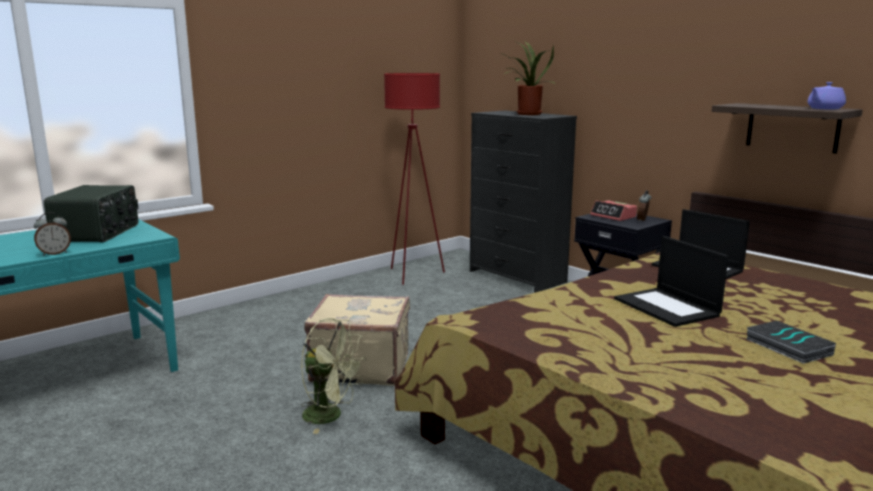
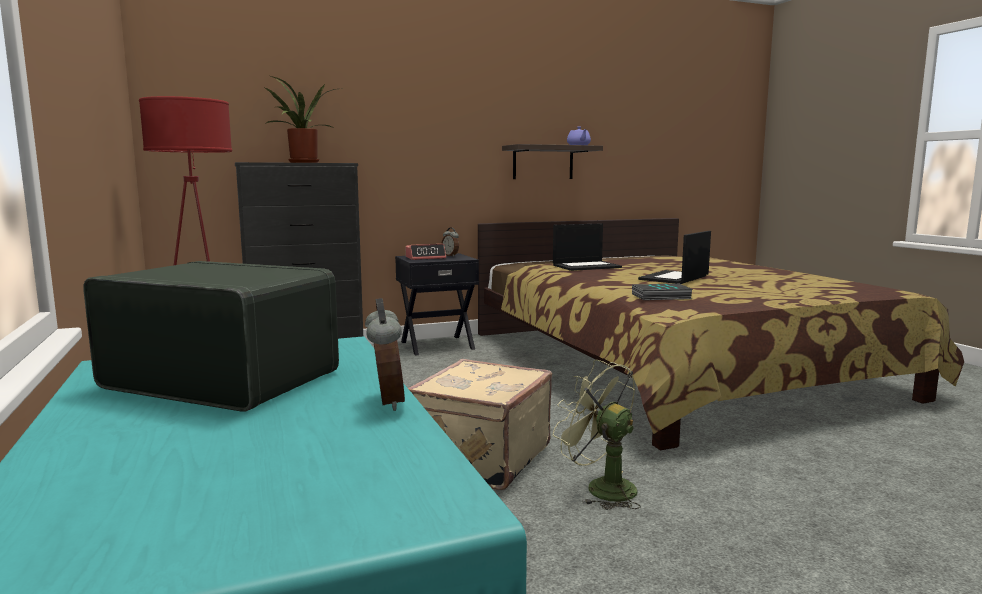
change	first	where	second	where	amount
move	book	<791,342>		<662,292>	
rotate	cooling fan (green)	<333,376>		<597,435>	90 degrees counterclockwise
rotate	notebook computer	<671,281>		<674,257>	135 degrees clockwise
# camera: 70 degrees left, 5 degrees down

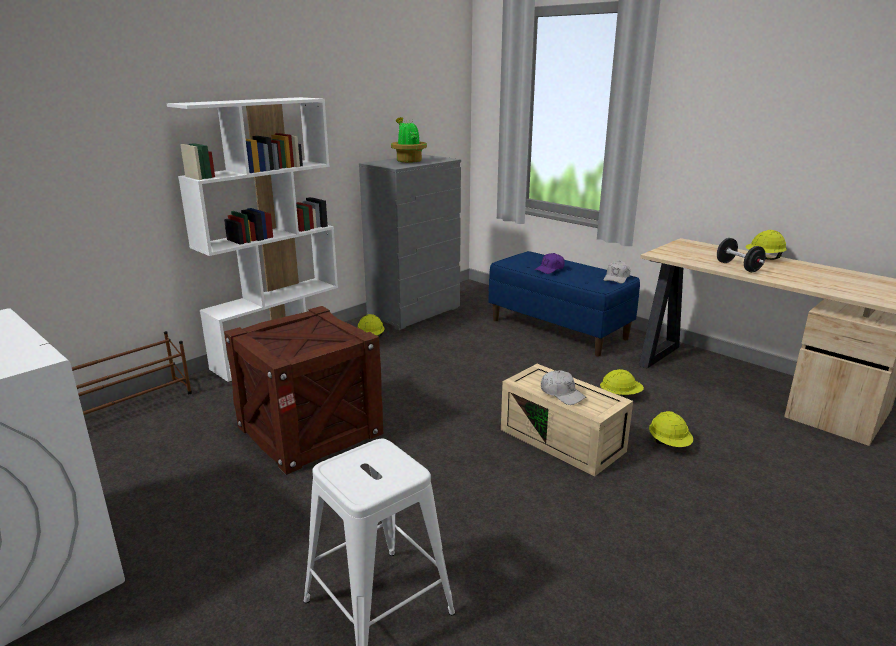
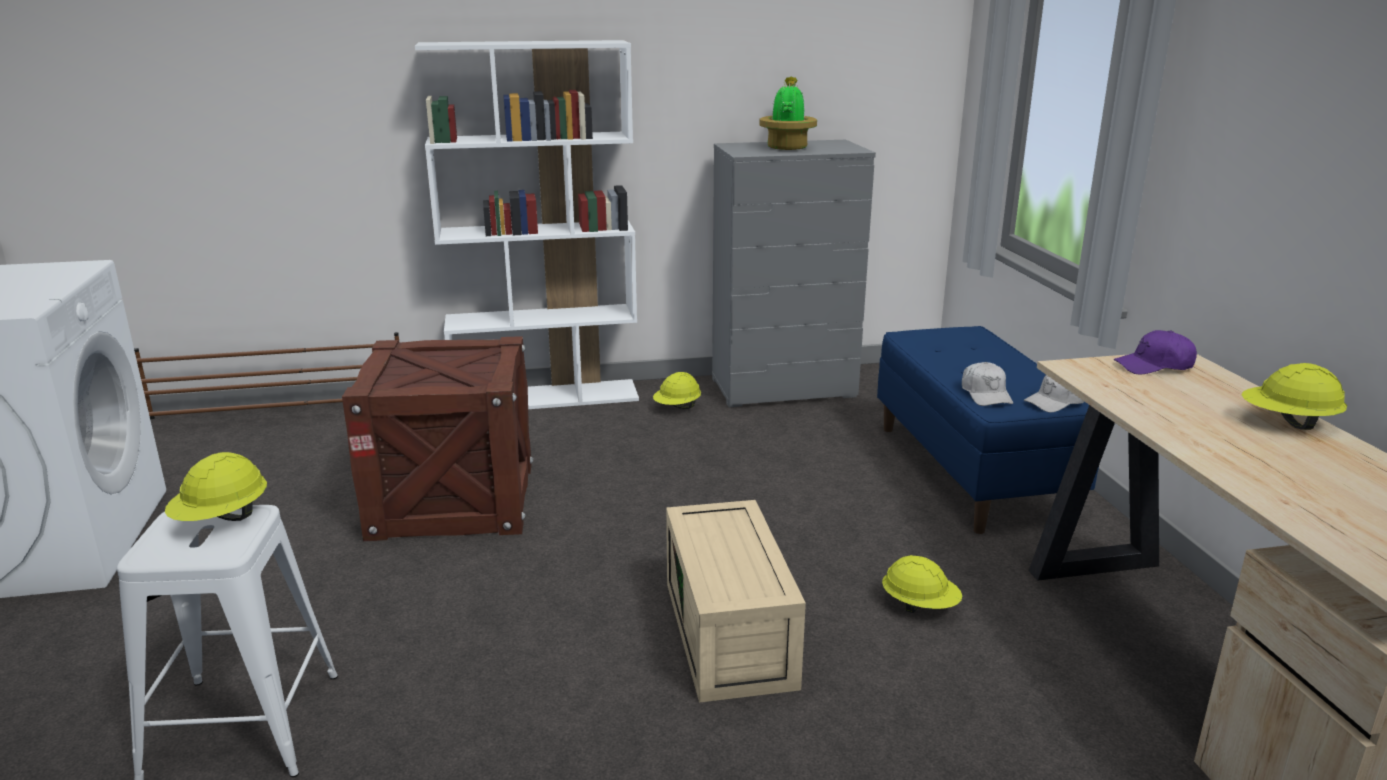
change	first	where	second	where	amount
delete	dumbbell (black-coloured)	<741,255>			
move	peaked cap (purple)	<550,263>		<1155,352>	
move	peaked cap (white-coloured)	<563,387>		<987,384>	
move	work helmet (yellowish)	<671,429>		<216,486>	
# camera: 35 degrees right, 0 degrees up

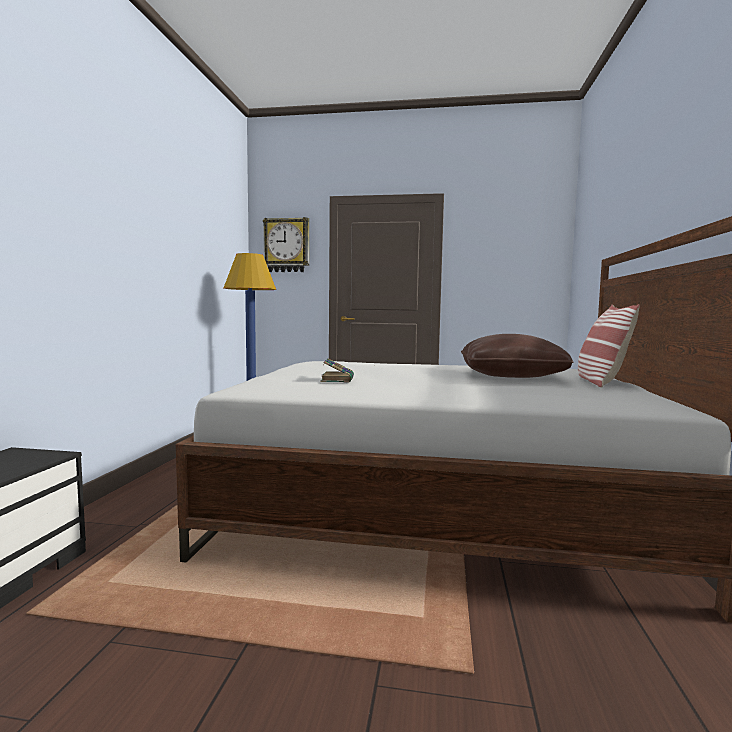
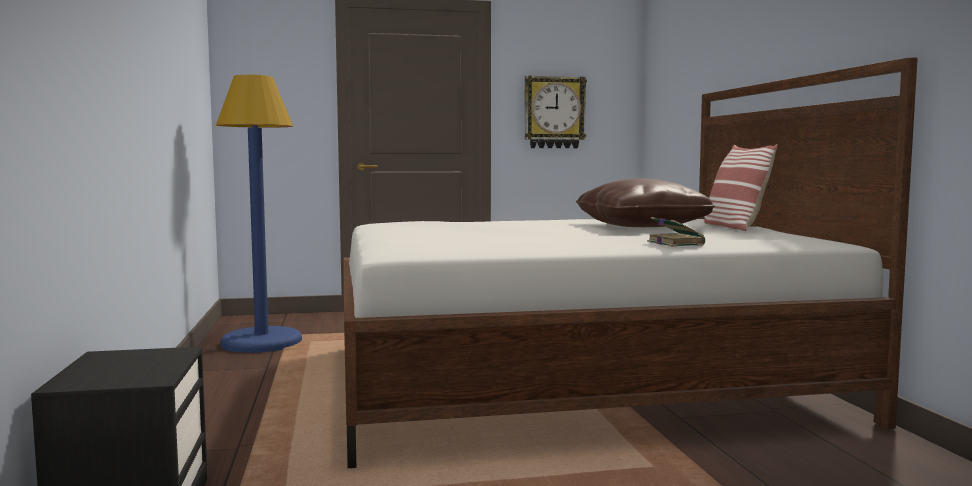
change	first	where	second	where	amount
move	clock on the wall	<286,244>		<555,112>	
move	book	<337,370>		<676,232>	
# camera: 20 degrees left, 0 degrees up

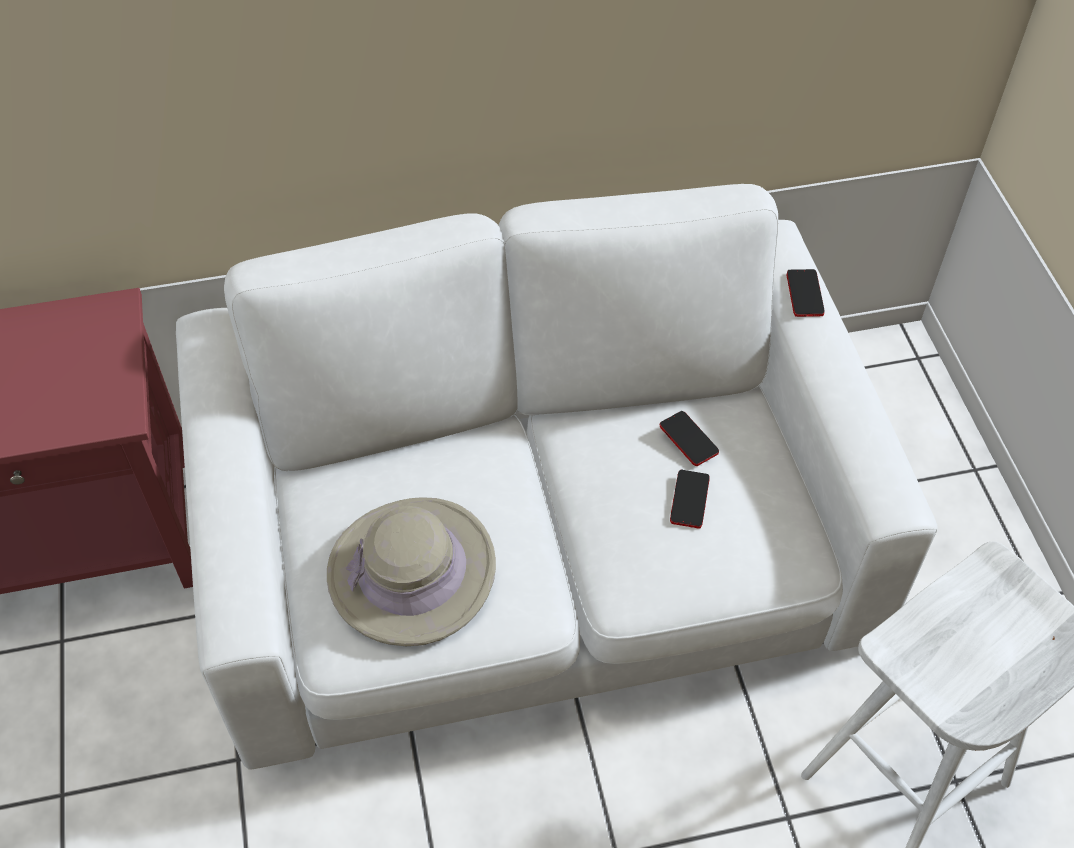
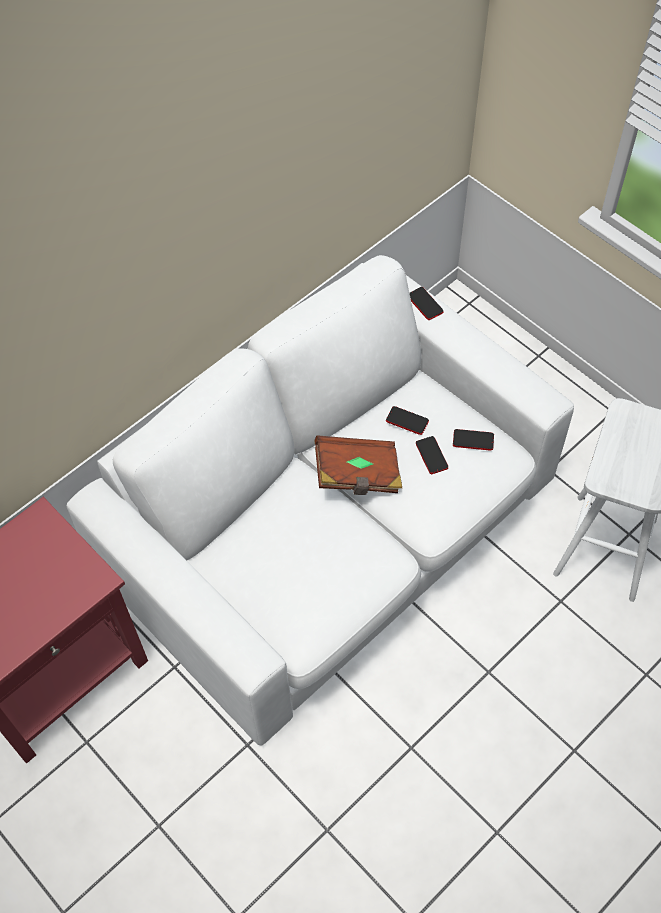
change	first	where	second	where	amount
delete	clothing hat (beige)	<411,571>			
insert			book (brown-coloured)	<358,465>	
insert			handset	<473,440>	
# camera: 30 degrees left, 5 degrees up

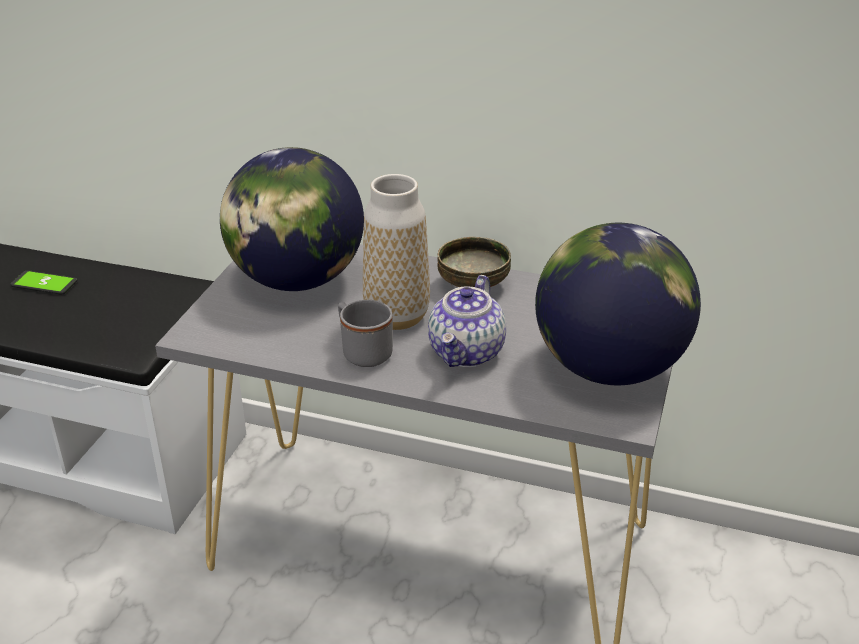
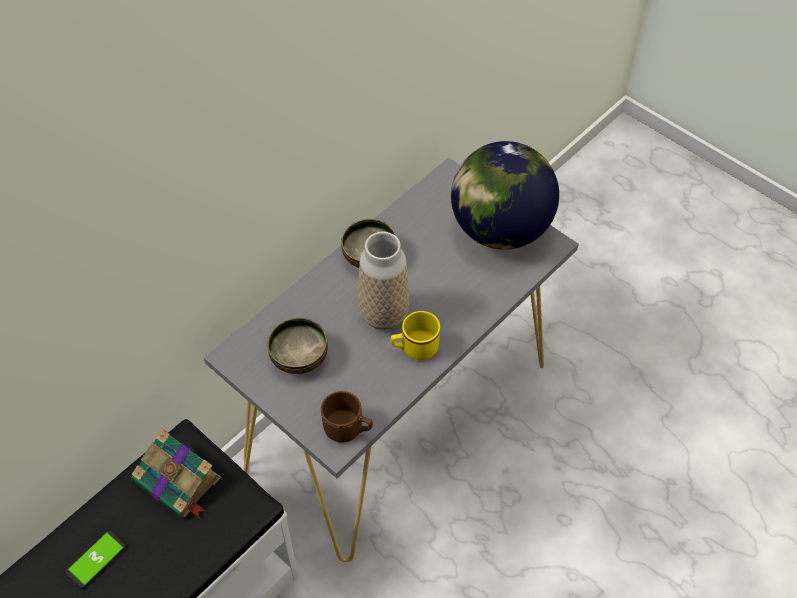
change	first	where	second	where	amount
delete	teapot	<467,321>			
insert			book	<176,473>	
insert			mug (brown-coloured)	<347,416>	
replace	globe	<292,219>	deep dish	<297,345>	
recolor	mug (grey)	<365,333>	mug (yellowish)	<415,335>	
# camera: 65 degrees left, 20 degrees up

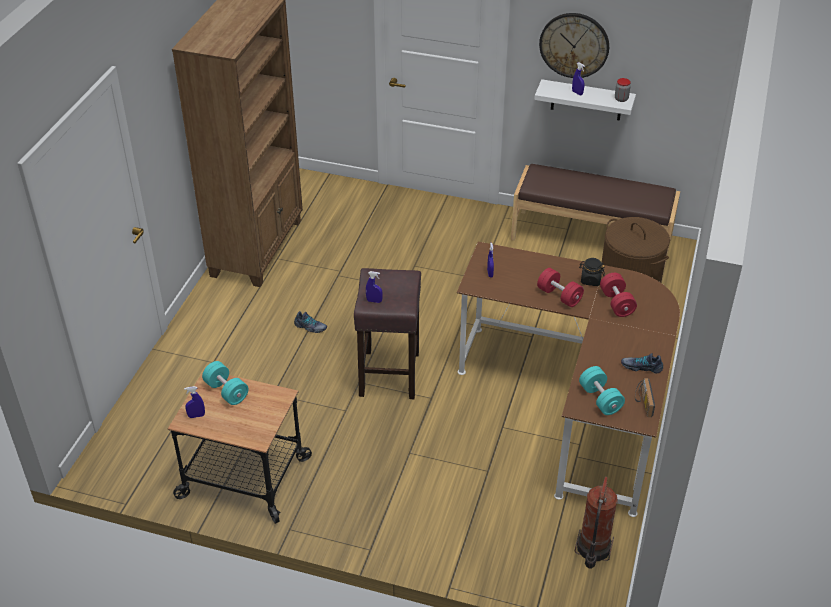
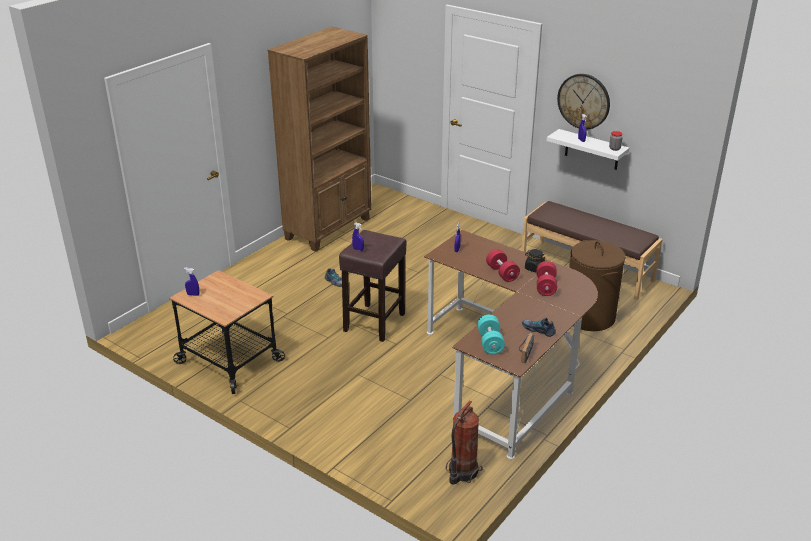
change	first	where	second	where	amount
delete	dumbbell (turquoise-coloured)	<225,383>			
# camera: 20 degrees right, 10 degrees down

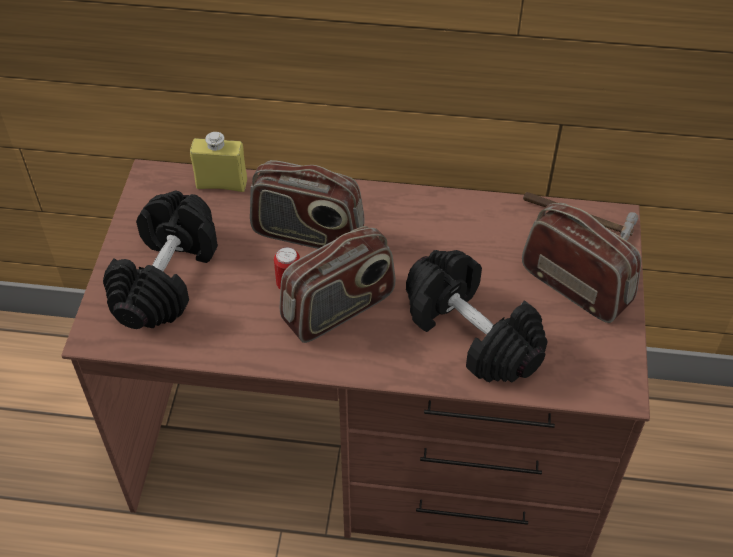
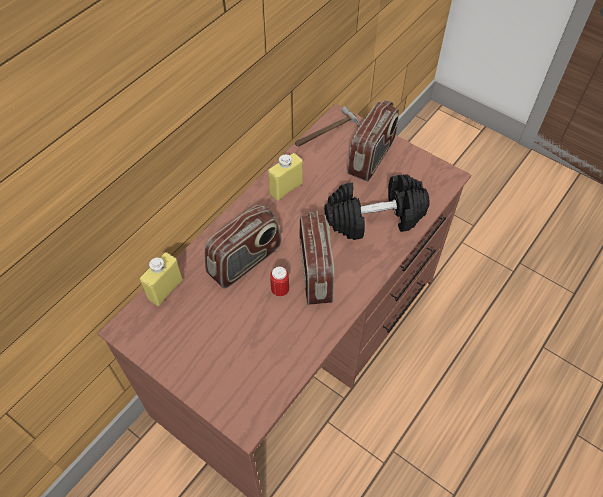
change	first	where	second	where	amount
delete	dumbbell (black-coloured)	<160,260>			
insert			bottle (yellowish)	<285,177>	
rotate	radio receiver	<581,262>		<373,141>	135 degrees clockwise
# camera: 60 degrees left, 5 degrees up

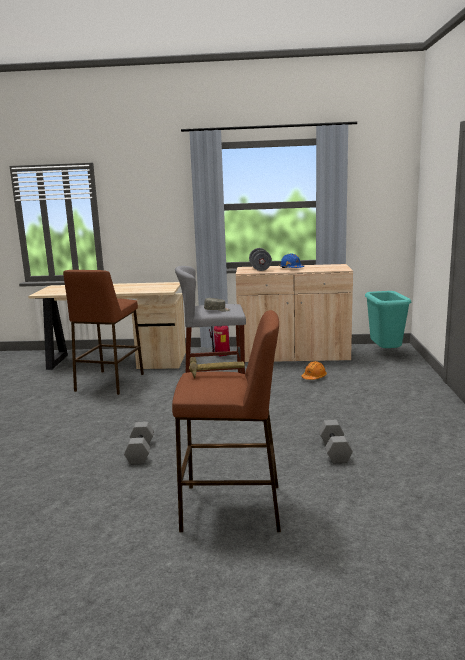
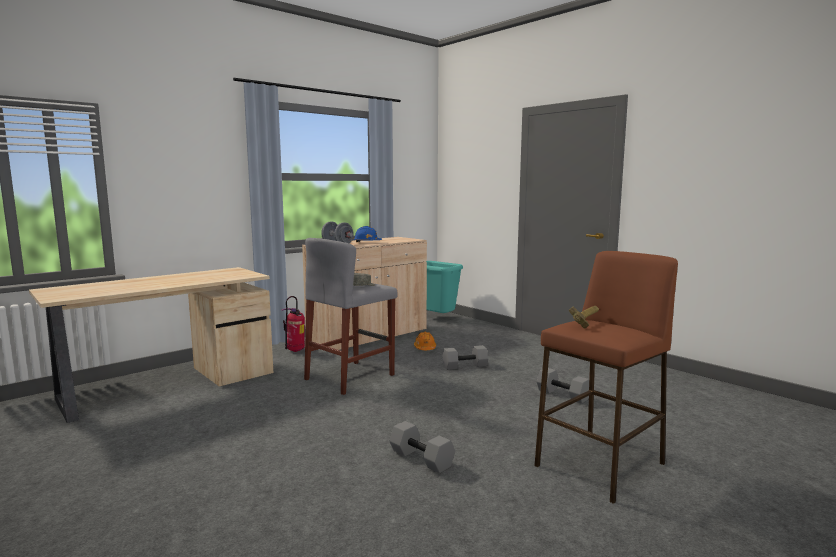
change	first	where	second	where	amount
delete	stool (brown-coloured)	<103,332>			
insert			dumbbell (grey)	<465,357>	
# camera: 45 degrees left, 5 degrees down

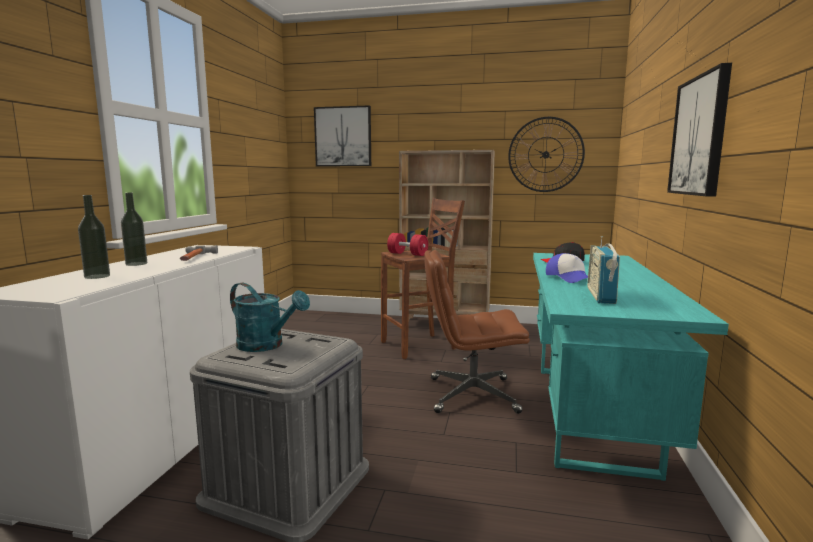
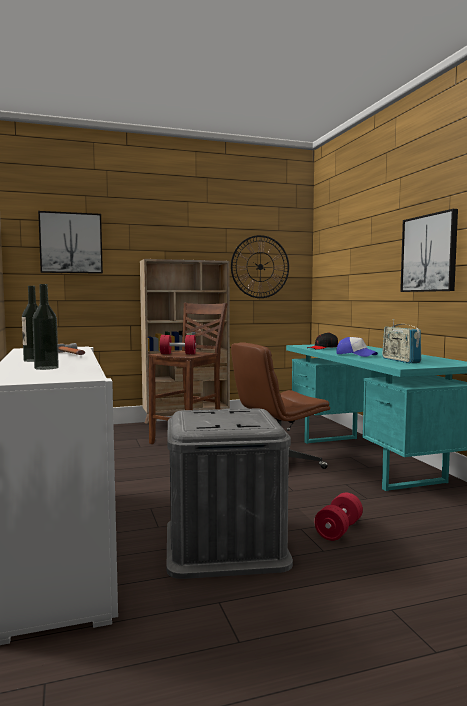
change	first	where	second	where	amount
delete	watering can (turquoise-coloured)	<270,317>			
insert			dumbbell (red-coloured)	<338,517>	
# camera: 30 degrees left, 5 degrees down

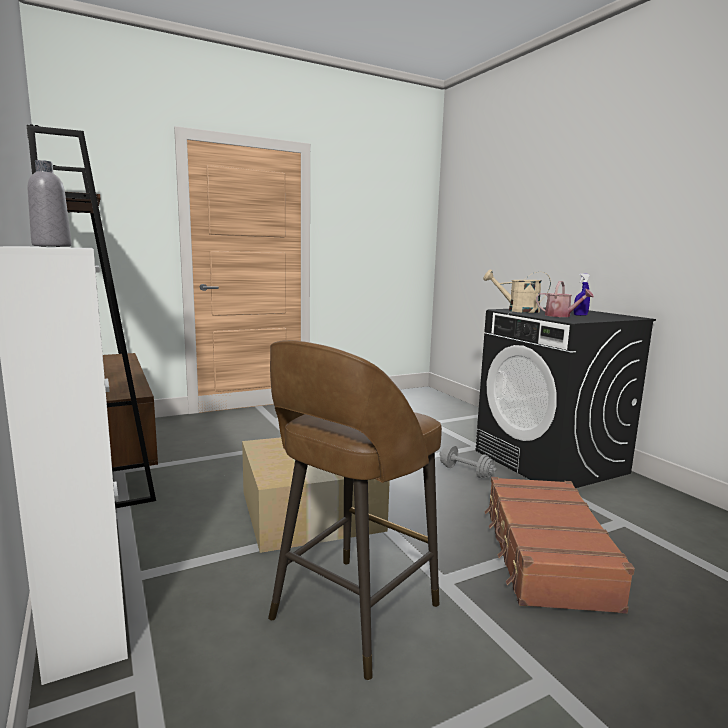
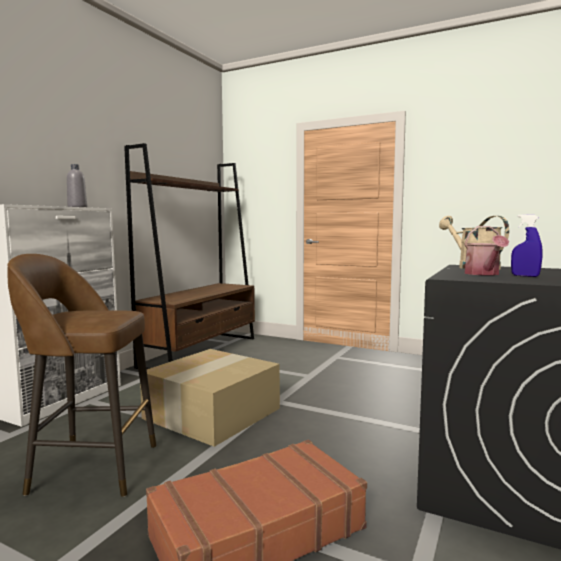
change	first	where	second	where	amount
delete	dumbbell (grey)	<467,461>			
# camera: 55 degrees right, 5 degrees down

